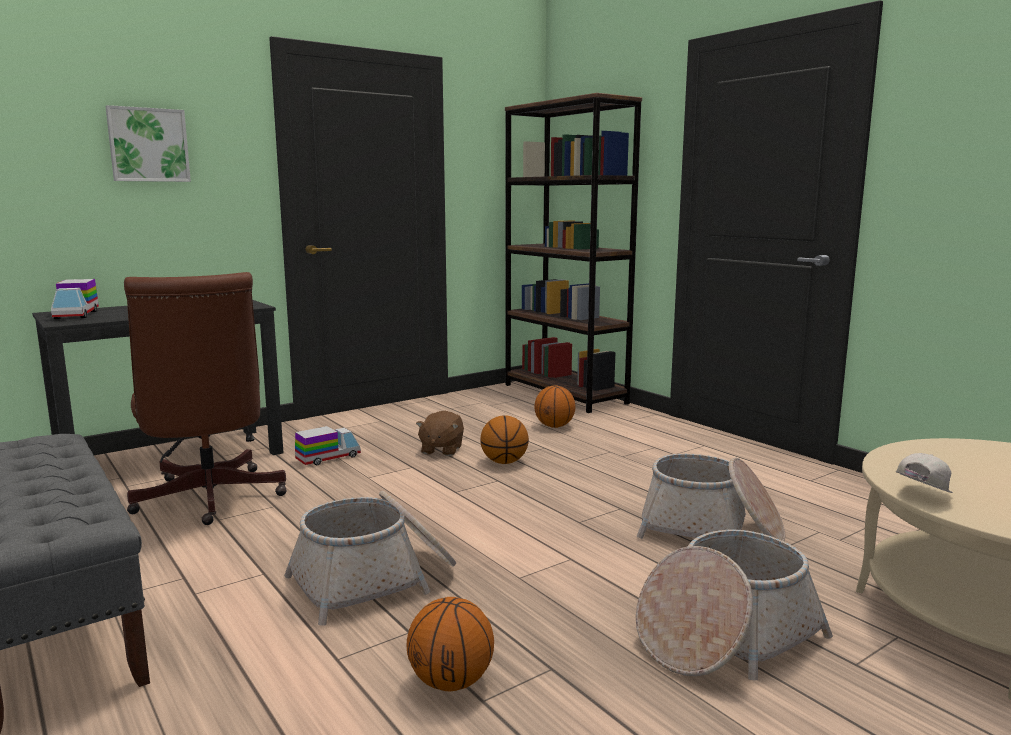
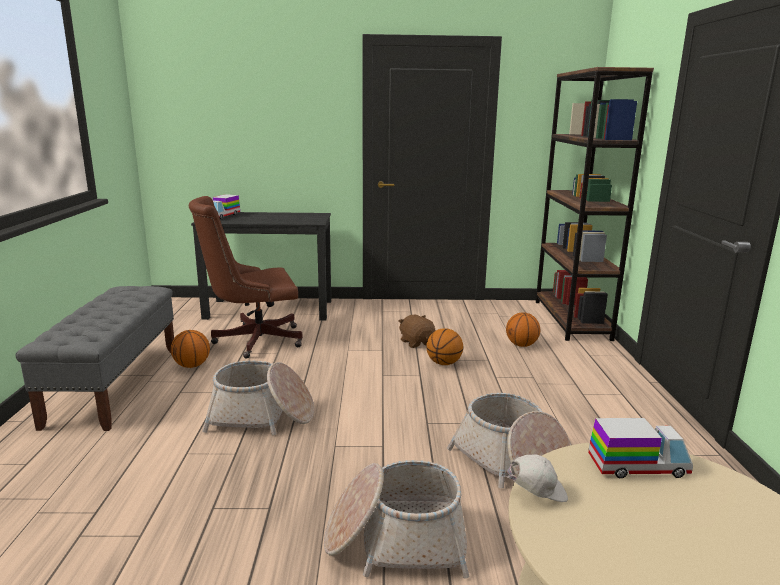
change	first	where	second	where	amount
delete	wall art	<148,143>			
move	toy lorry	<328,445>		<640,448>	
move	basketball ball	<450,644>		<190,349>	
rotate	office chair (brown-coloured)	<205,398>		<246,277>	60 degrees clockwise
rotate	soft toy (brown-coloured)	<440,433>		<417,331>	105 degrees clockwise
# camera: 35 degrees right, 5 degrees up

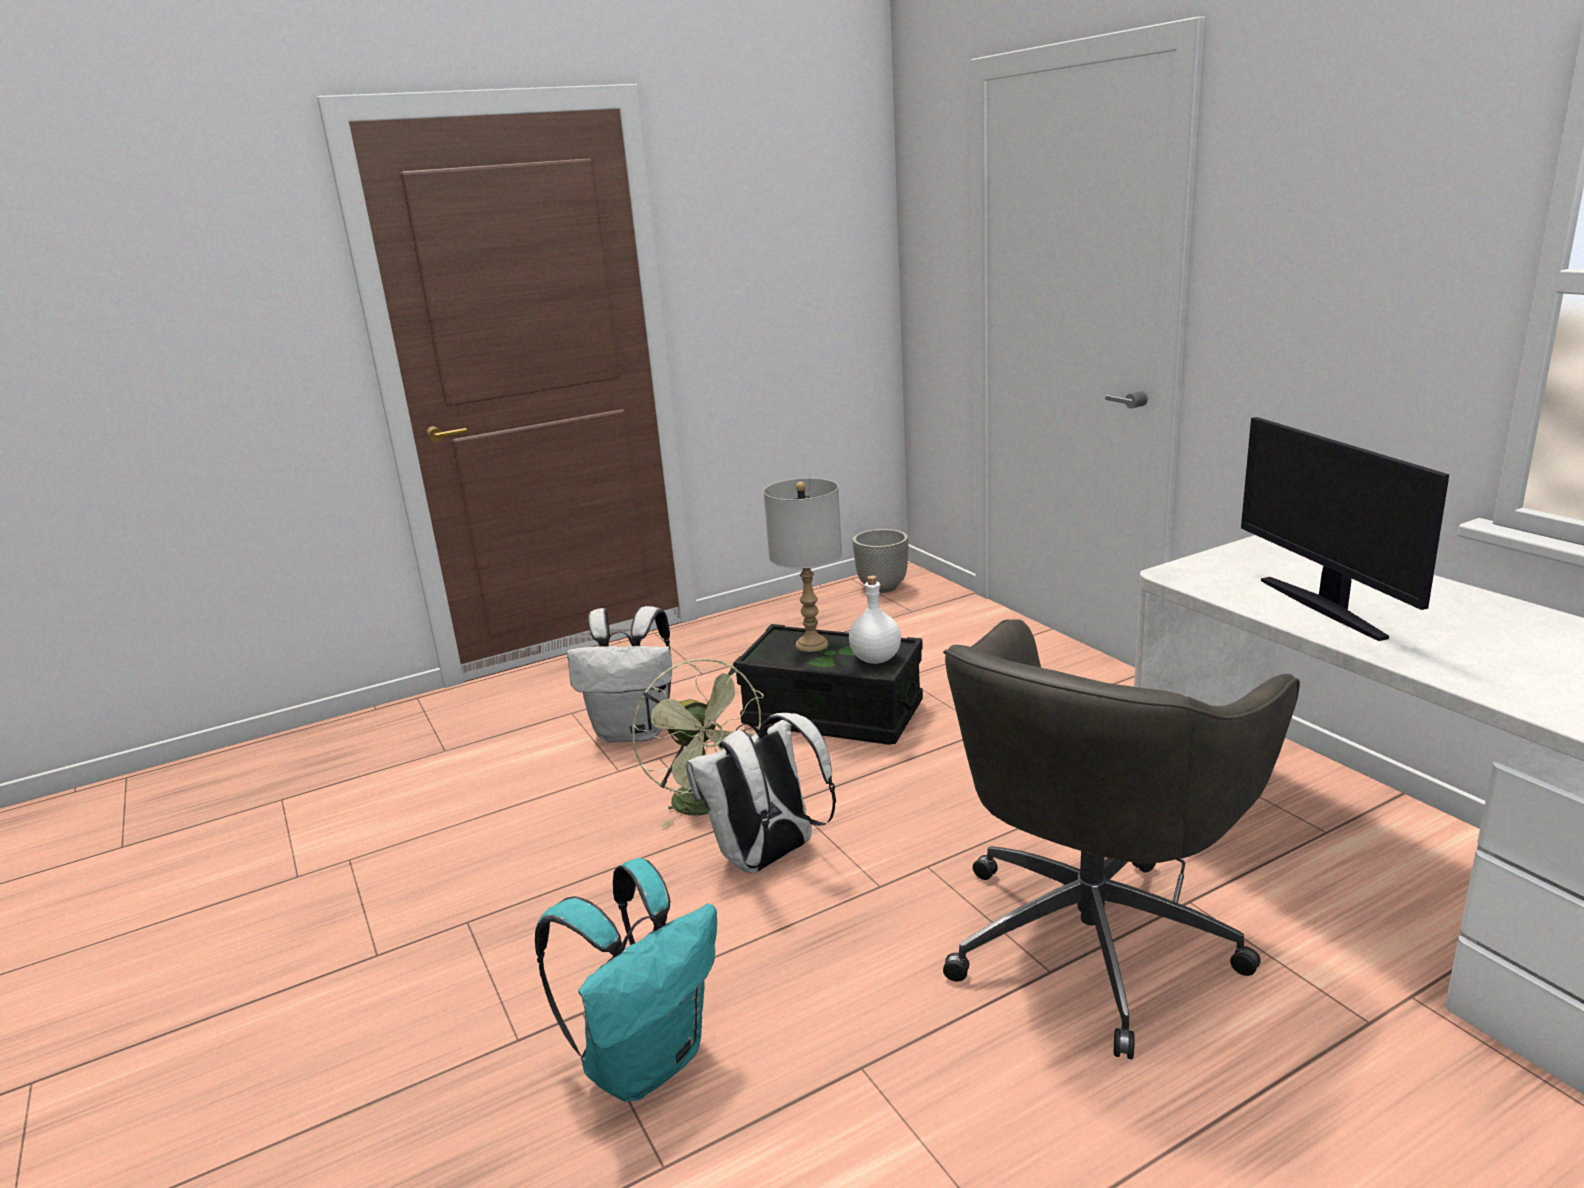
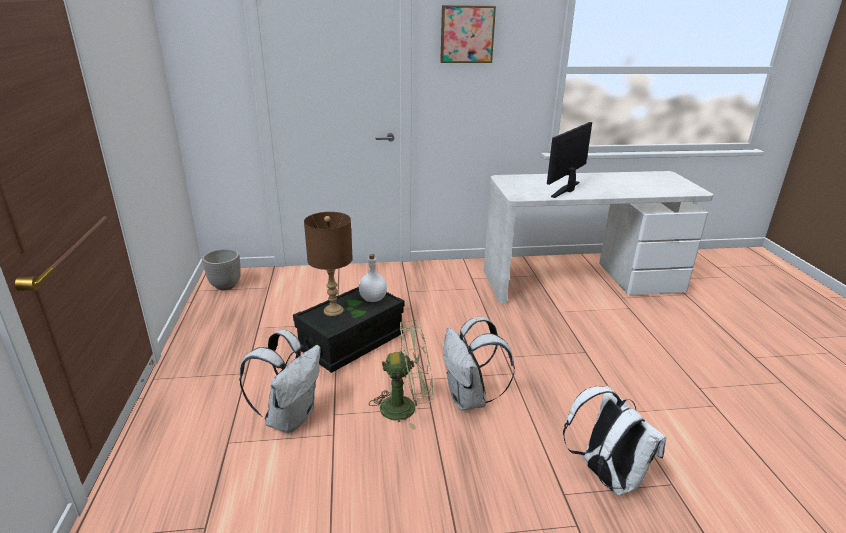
change	first	where	second	where	amount
delete	office chair (grey)	<1121,839>			
insert			wall art	<468,34>	
recolor	knapsack (turquoise-coloured)	<626,980>	knapsack (white-coloured)	<614,440>	
recolor	table lamp (grey)	<802,565>	table lamp (brown-coloured)	<328,264>	
rotate	computer screen	<1345,529>		<569,160>	120 degrees clockwise
# camera: 70 degrees left, 5 degrees up

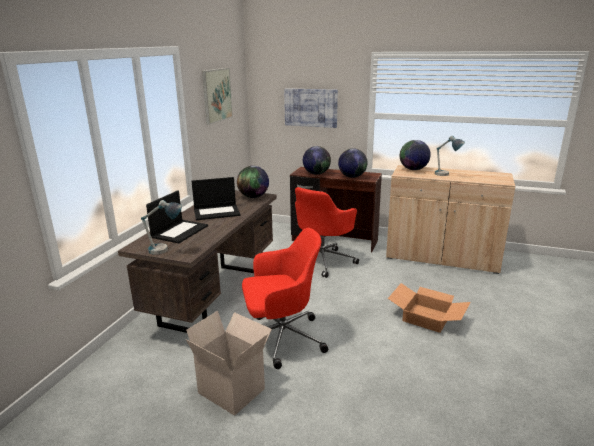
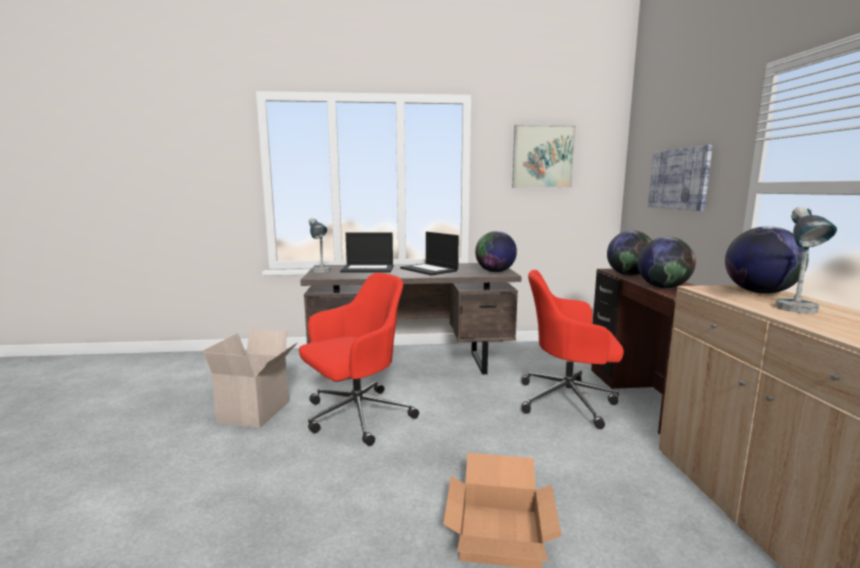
change	first	where	second	where	amount
rotate	office chair (red-coloured)	<285,298>		<359,359>	90 degrees counterclockwise
# camera: 65 degrees right, 10 degrees down

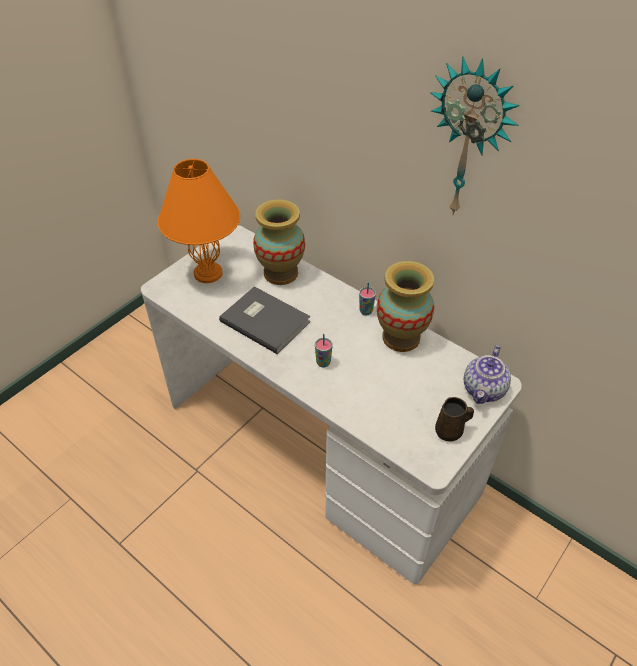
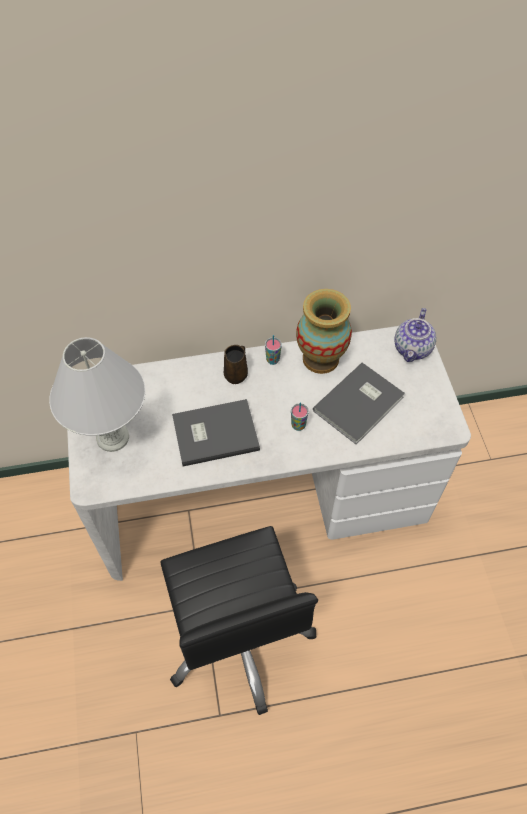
change	first	where	second	where	amount
delete	vase	<279,242>			
delete	clock on the wall	<475,135>			
insert			office chair (black-coloured)	<239,620>	
insert			book (grey)	<359,403>	
move	mug (brown-coloured)	<454,419>		<236,364>	
recolor	table lamp (orange)	<199,221>	table lamp (white-coloured)	<97,394>	
rotate	teapot	<487,374>		<415,335>	45 degrees clockwise
# camera: 50 degrees left, 10 degrees up

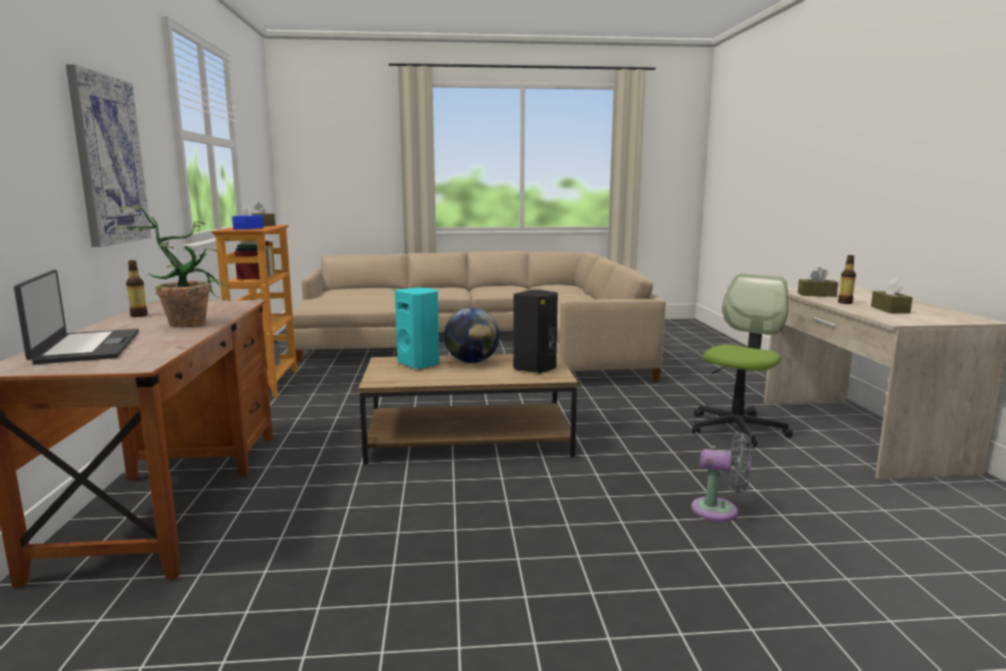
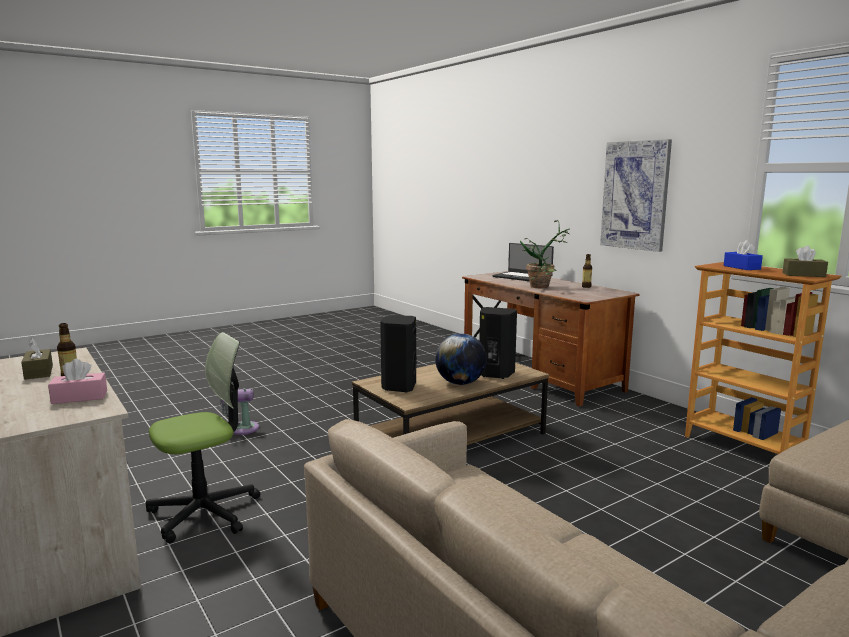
change	first	where	second	where	amount
recolor	audio speaker (turquoise-coloured)	<417,328>	audio speaker (black-coloured)	<498,343>	
recolor	tissue box (brown-coloured)	<818,282>	tissue box (pink-coloured)	<77,381>	
rotate	office chair	<742,361>		<203,437>	135 degrees counterclockwise
# camera: 150 degrees right, 0 degrees up

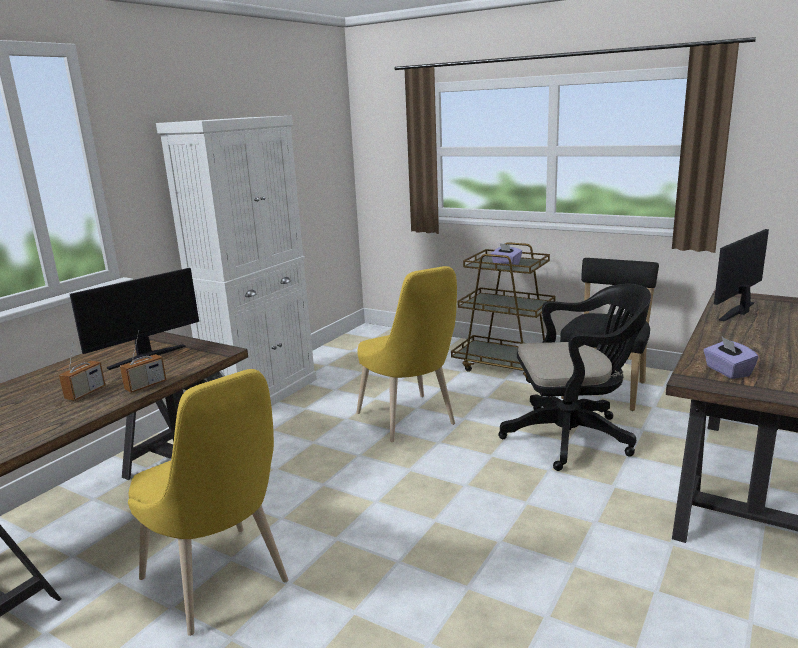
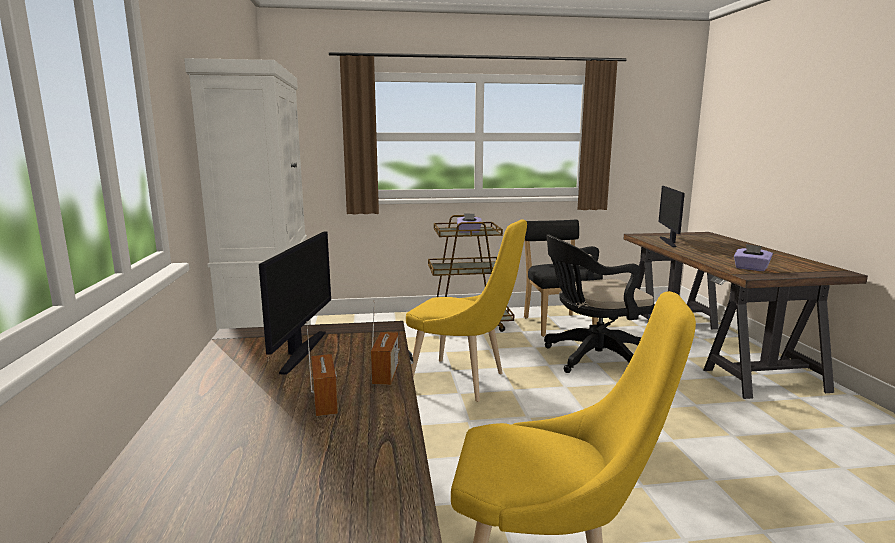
change	first	where	second	where	amount
rotate	office chair (black-coloured)	<574,377>		<599,303>	150 degrees counterclockwise
# camera: 40 degrees left, 5 degrees down

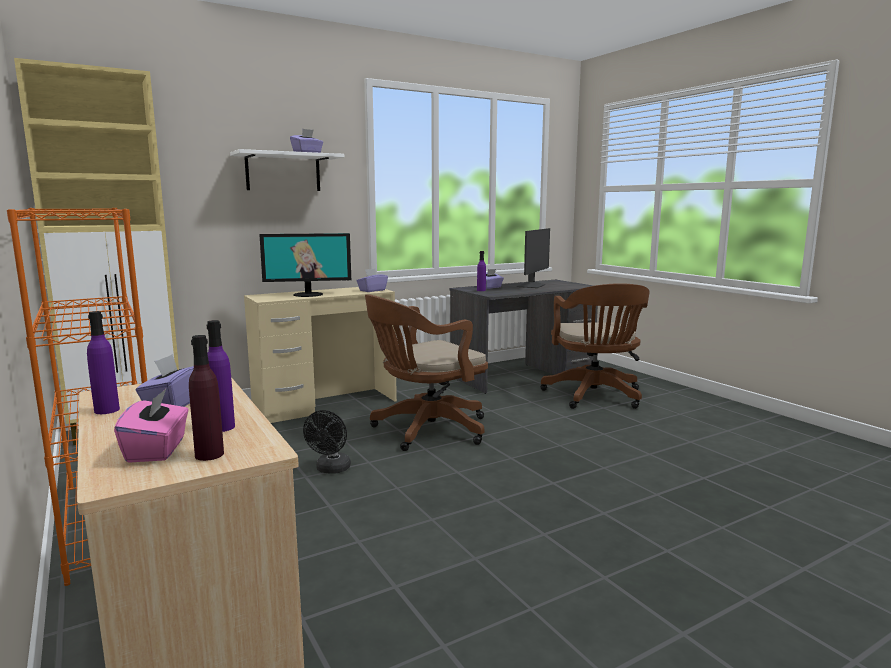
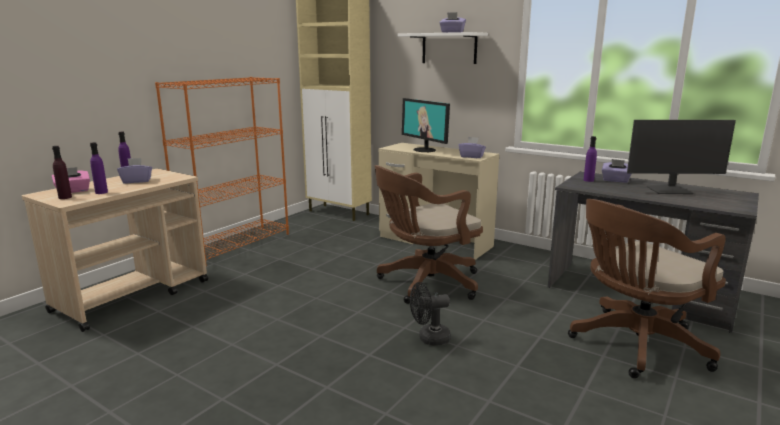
change	first	where	second	where	amount
move	cooling fan (black-coloured)	<327,441>		<430,314>	
rotate	office chair (brown-coloured)	<426,372>		<429,234>	60 degrees counterclockwise
# camera: 65 degrees right, 5 degrees up

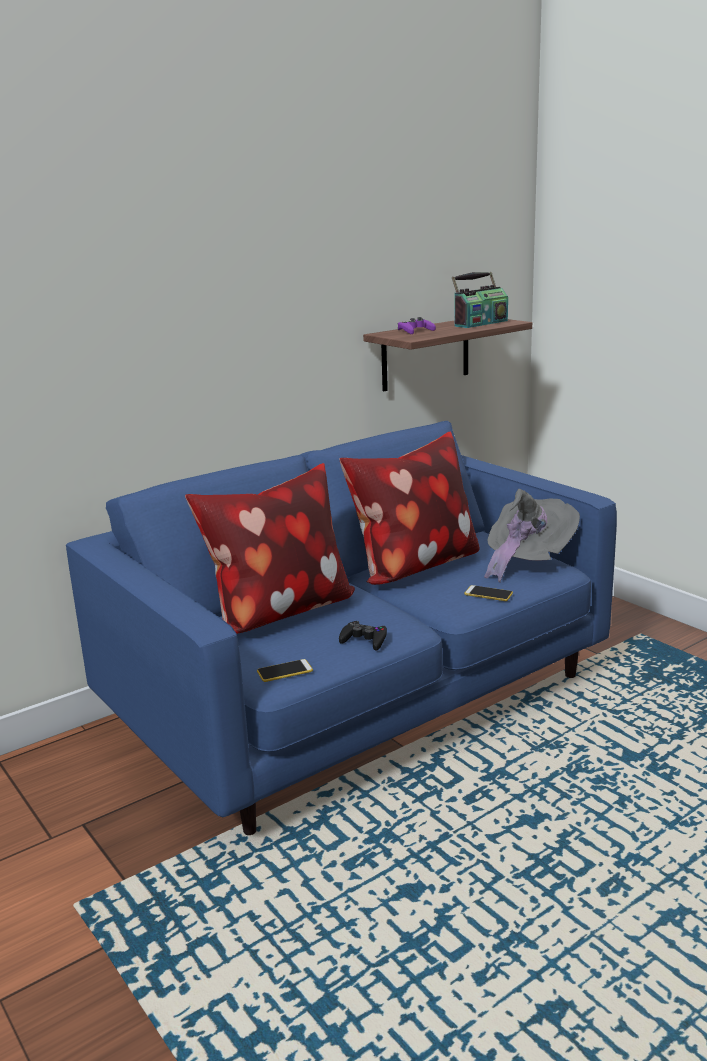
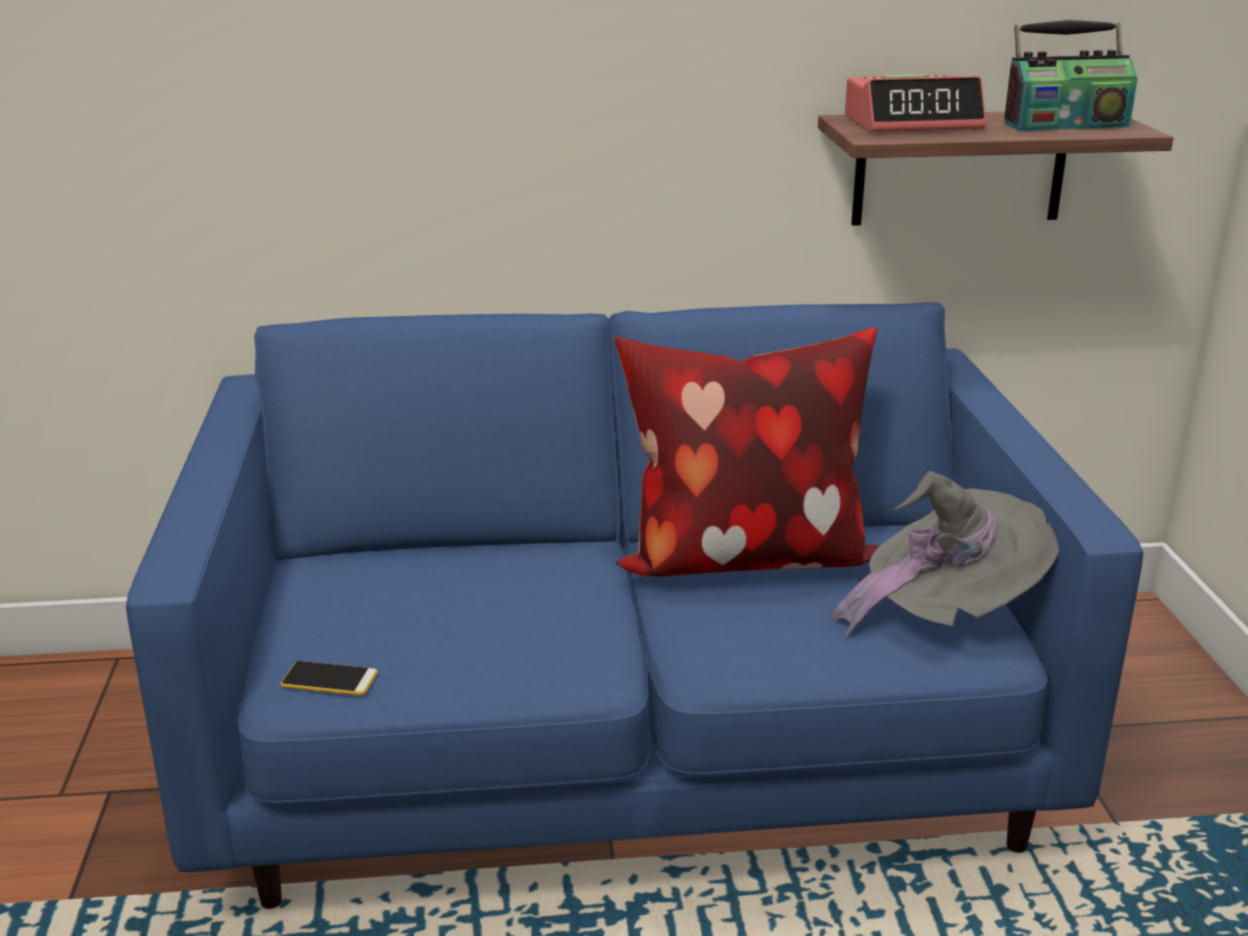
change	first	where	second	where	amount
delete	throw pillow	<270,548>			
delete	gamepad (black-coloured)	<363,635>			
delete	handset	<488,593>			
replace	gamepad (purple)	<416,325>	bedside clock	<915,103>	
# camera: 30 degrees right, 5 degrees up

